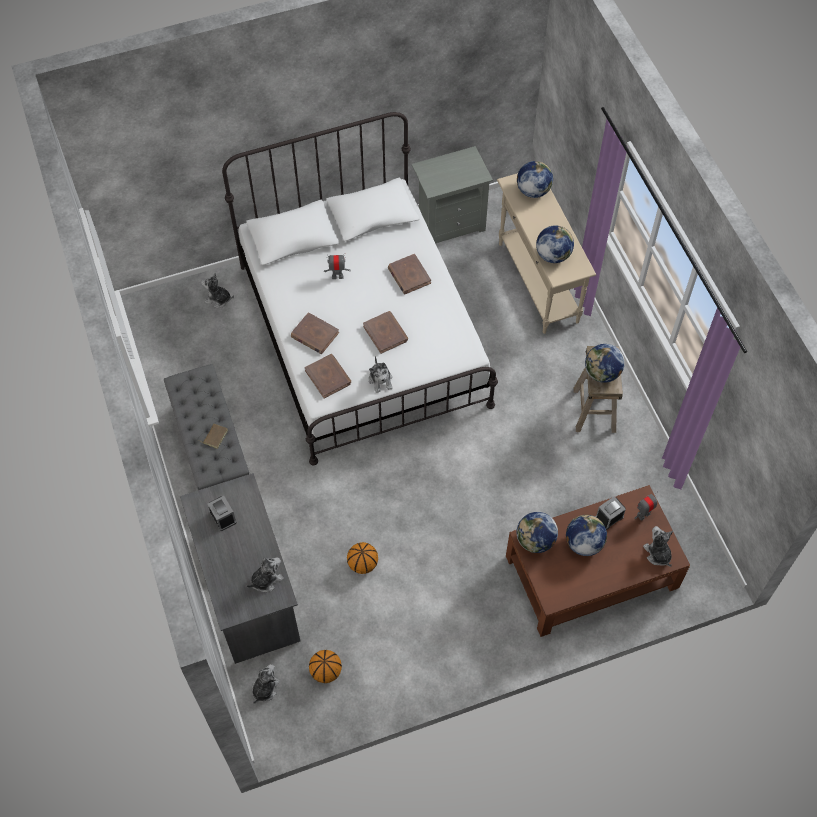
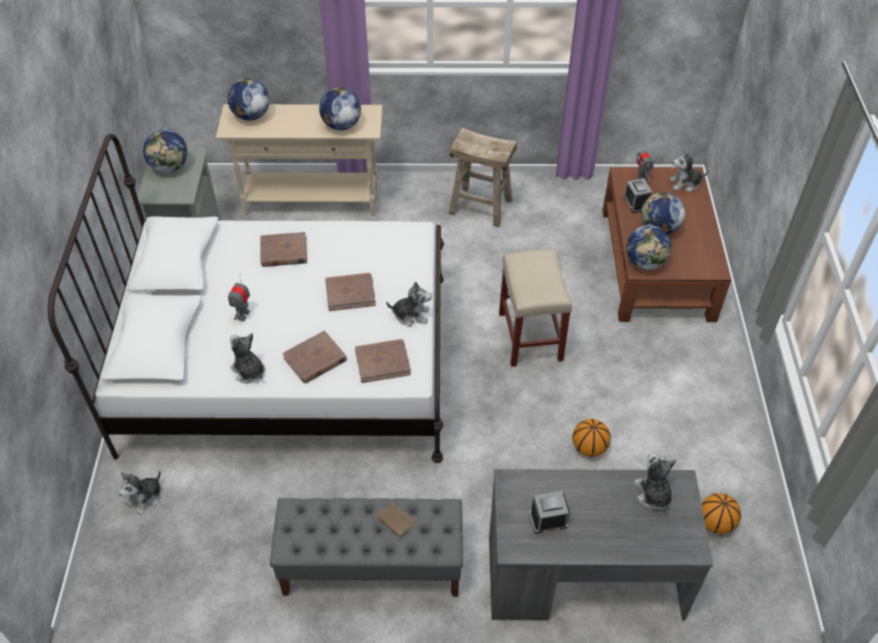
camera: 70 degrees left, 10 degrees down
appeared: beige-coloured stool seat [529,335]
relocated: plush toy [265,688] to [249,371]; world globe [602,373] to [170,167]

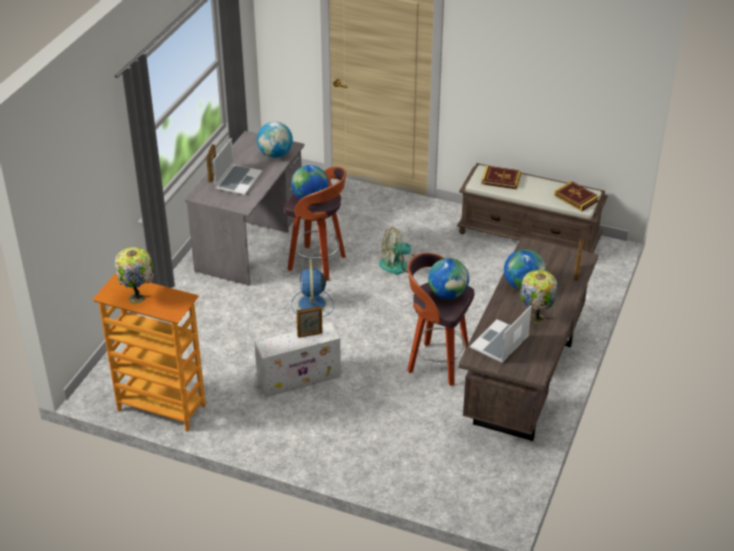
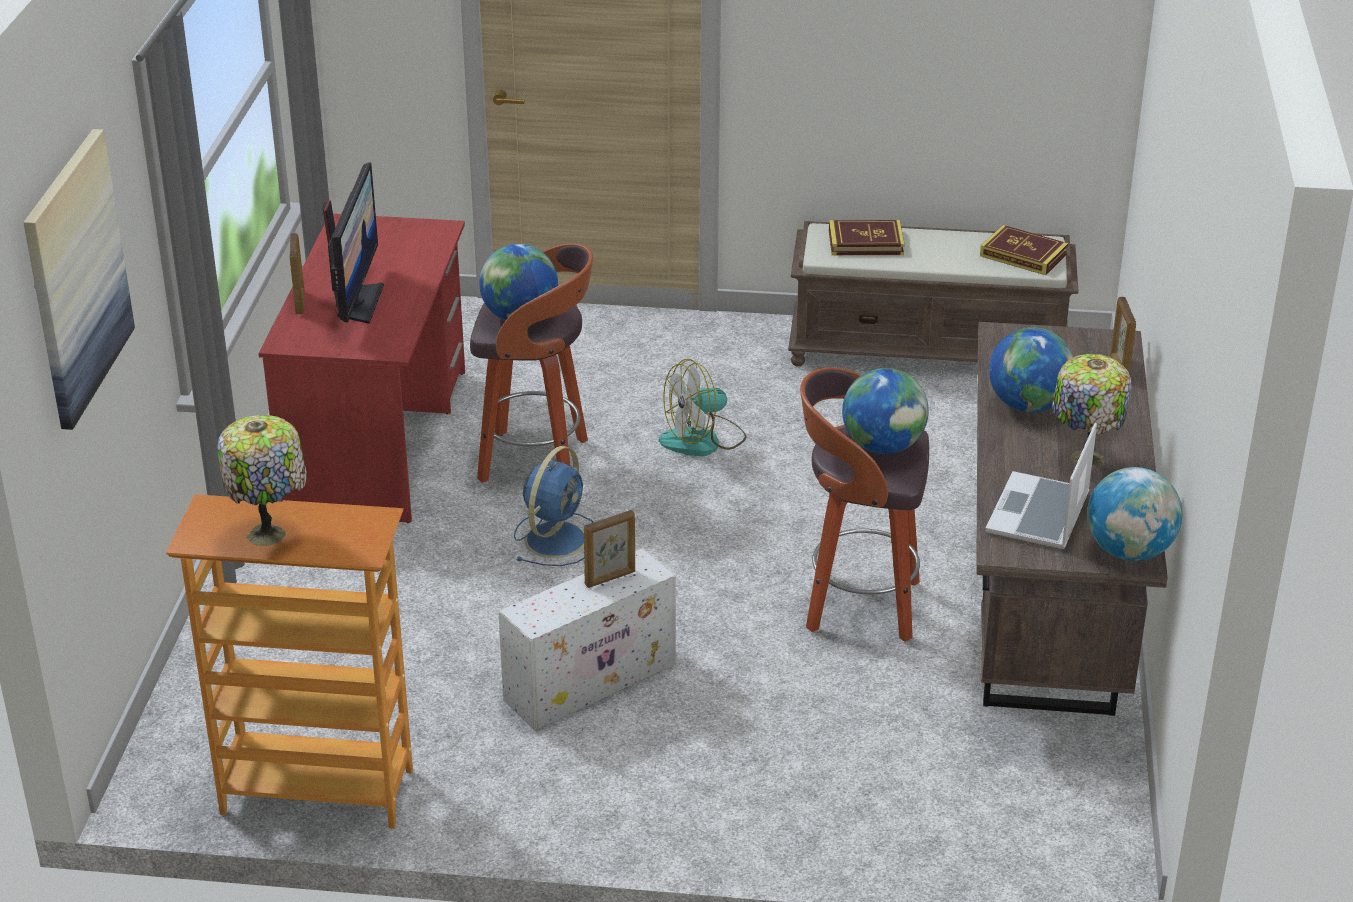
camera: 15 degrees left, 5 degrees down
appeared: wall art [75,278]
relocated: world globe [275,154] to [1129,551]
exchanged: notebook computer [238,180] to computer screen [357,303]
colour: greyish desk [250,241] to reddish desk [378,440]
spun: blue-coloured fan [312,305] = [557,538] 135 degrees counterclockwise

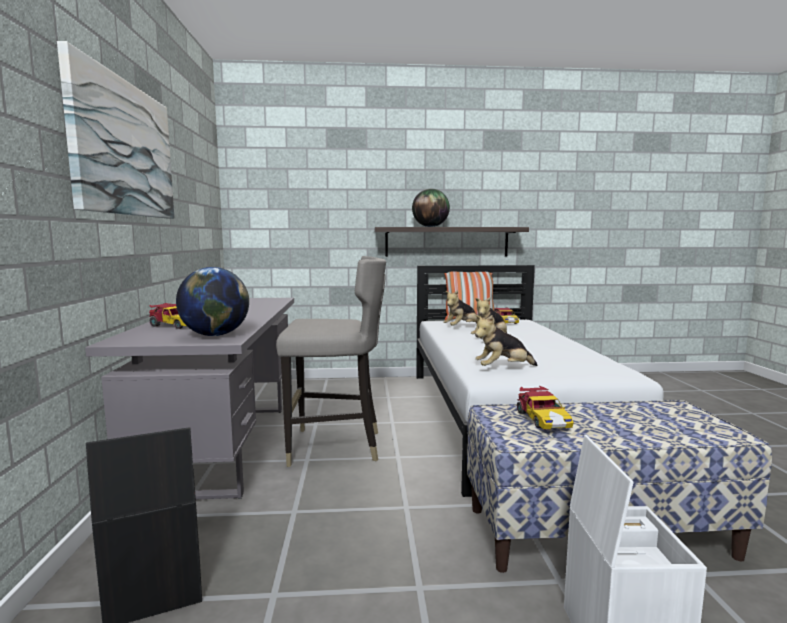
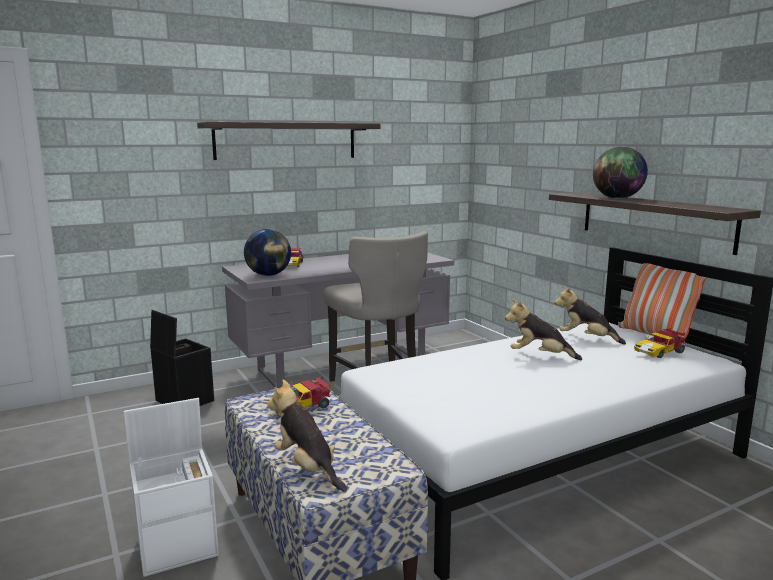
camera: 65 degrees right, 5 degrees up
relocated: plush toy [503,369] to [307,468]
exchanged: wall art [124,149] to bracket shelf [286,141]

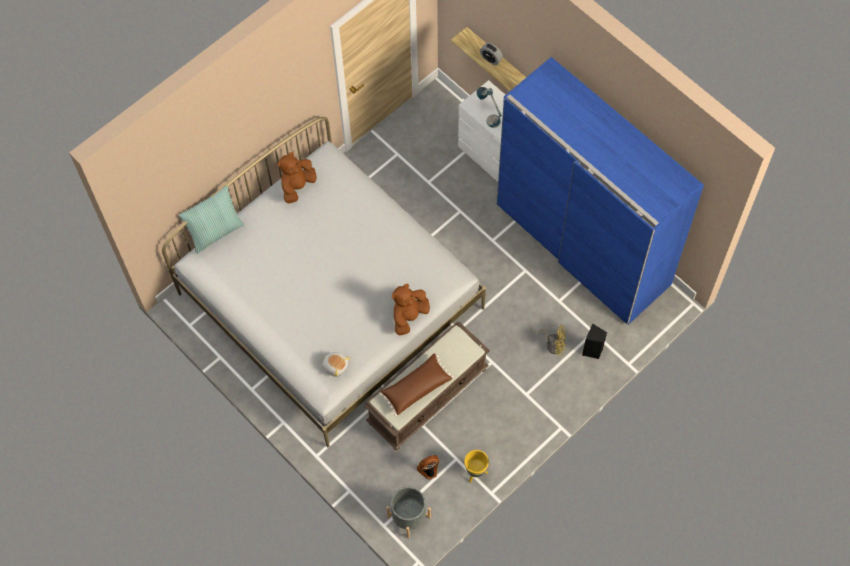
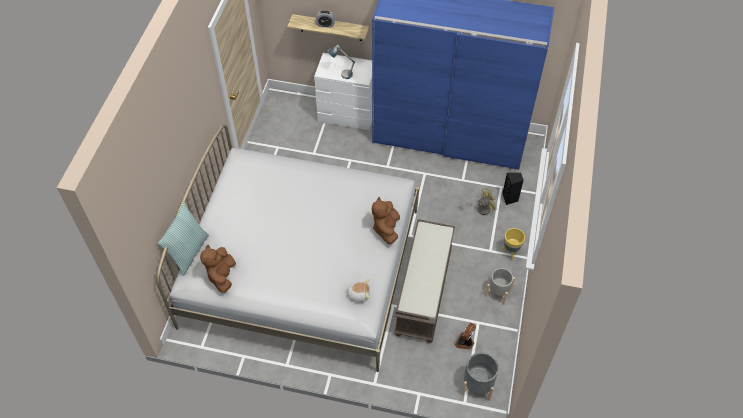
camera: 35 degrees left, 10 degrees down
missing: brownish pillow [416,387]
appeared: greyish plant pot [498,292]
relocated: brownish plush toy [297,186] to [222,276]; yellow plant pot [475,473] to [510,253]

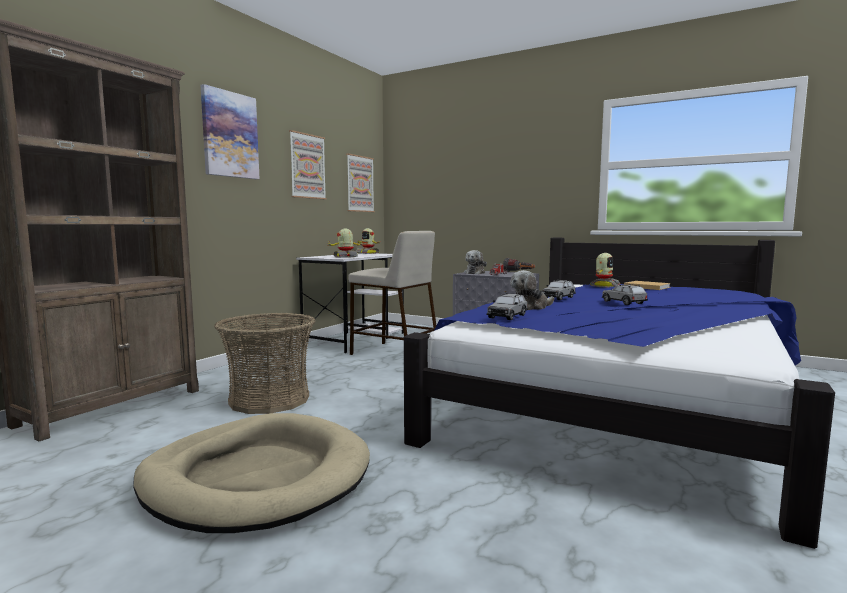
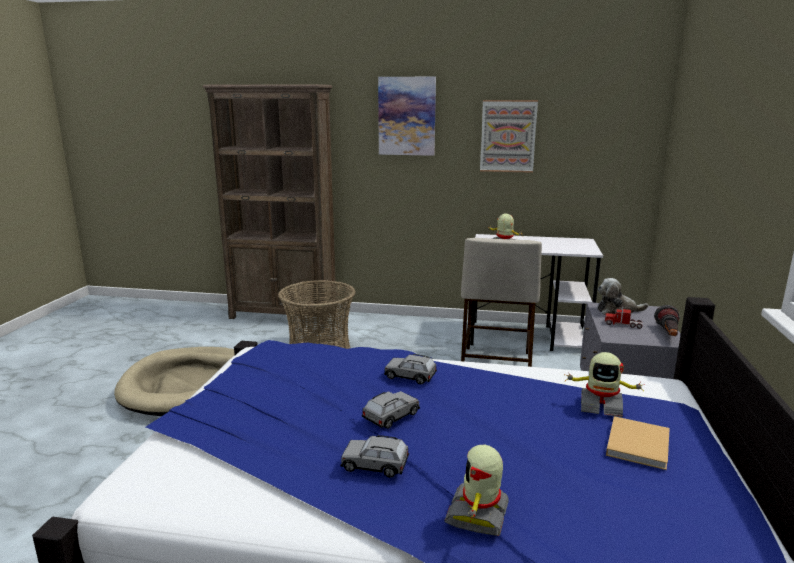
camera: 70 degrees right, 10 degrees up
missing: wall art [359,184]; plush toy [530,307]
relocated: robot figure [367,253] to [479,514]; greyish toy car [507,316] to [375,465]

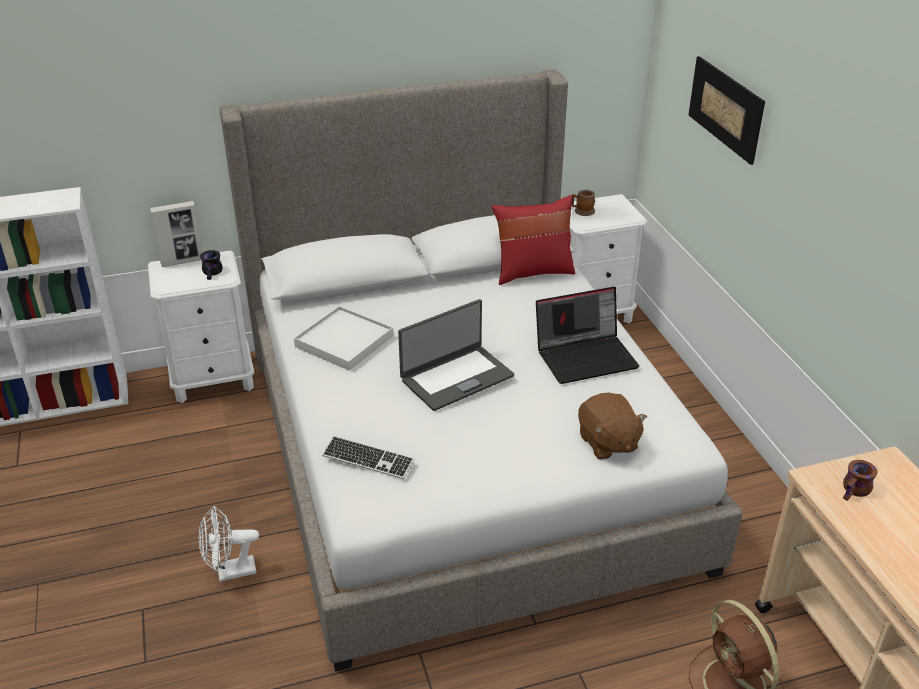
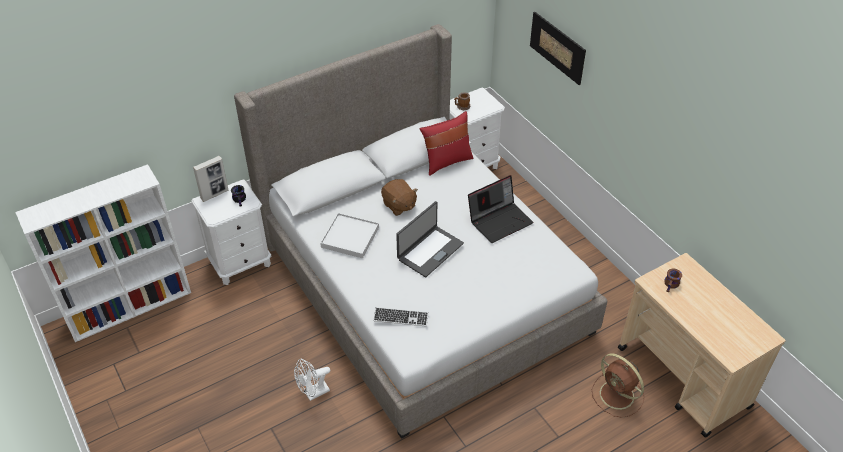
camera: 15 degrees left, 10 degrees up
relocated: brownish plush toy [607,443] to [399,205]

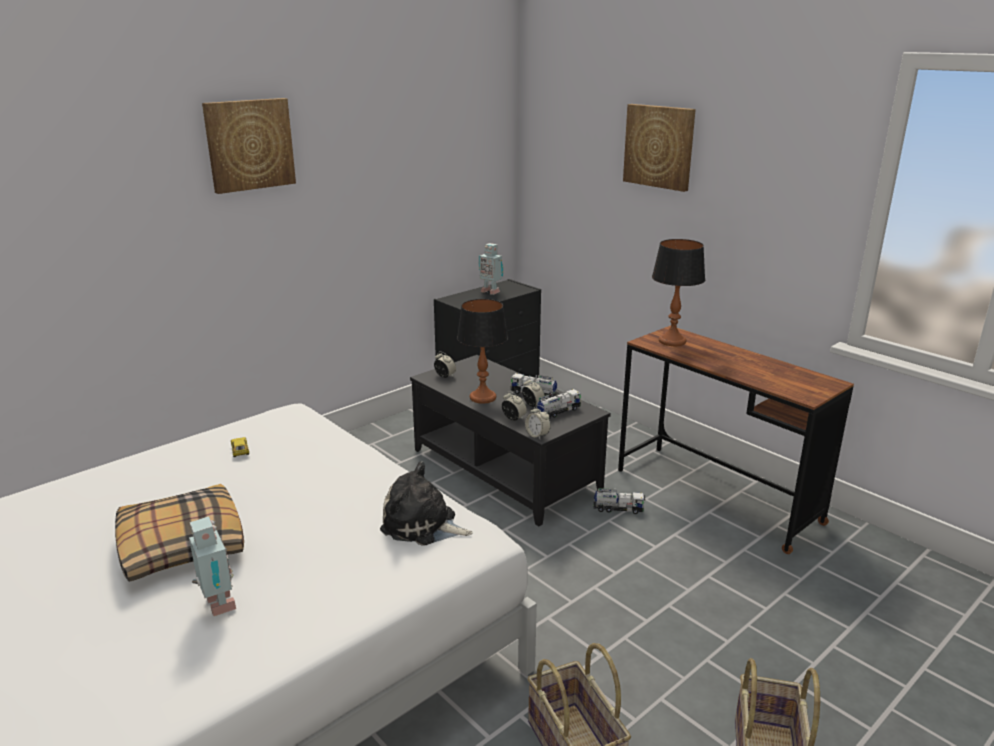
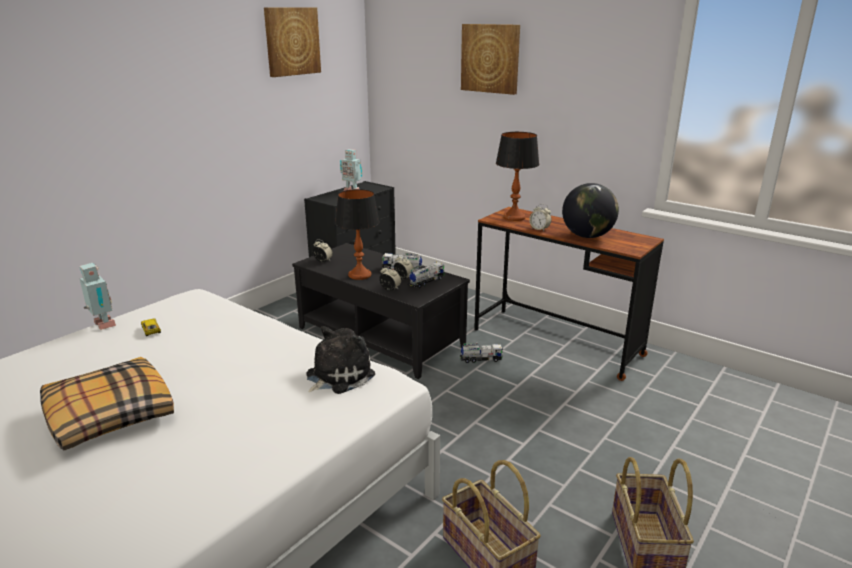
camera: 10 degrees left, 0 degrees up
appeared: world globe [587,236]
relocated: robot figure [217,606] to [102,325]; wall art [249,144] to [292,41]; table clock [537,435] to [539,229]
spun: plush toy [422,526] = [336,377] 120 degrees clockwise

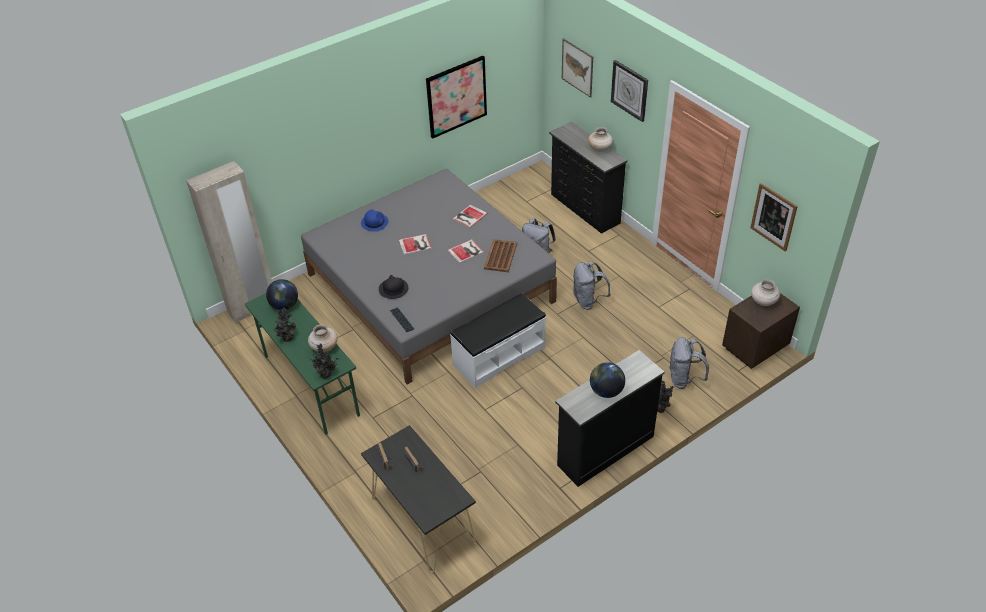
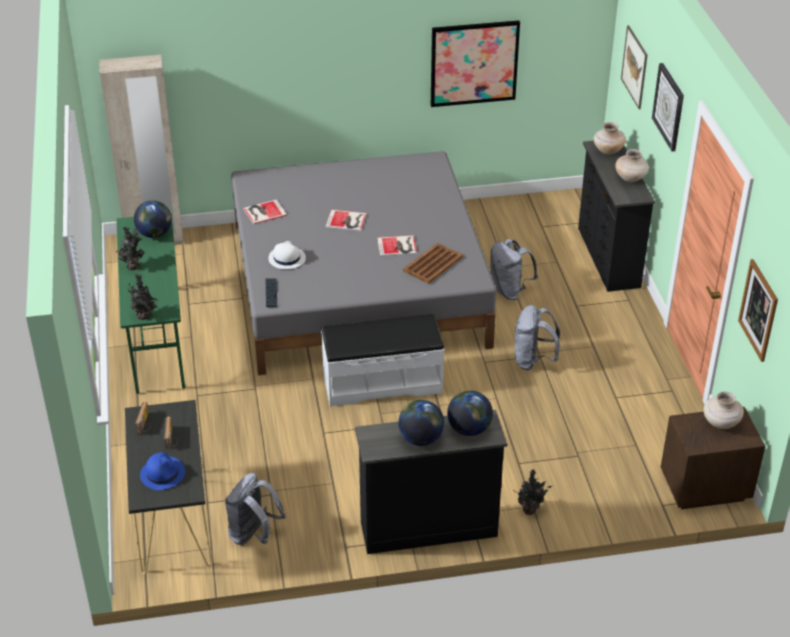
camera: 25 degrees right, 5 degrees down
appeared: world globe [469,429]
relocated: beige-coloured vase [324,347] to [608,151]; blue-coloured hat [374,222] to [162,473]; bound book [469,216] to [263,212]; greyish backpack [684,379] to [253,534]
colour: black-coloured hat [393,289] to white-coloured hat [286,258]

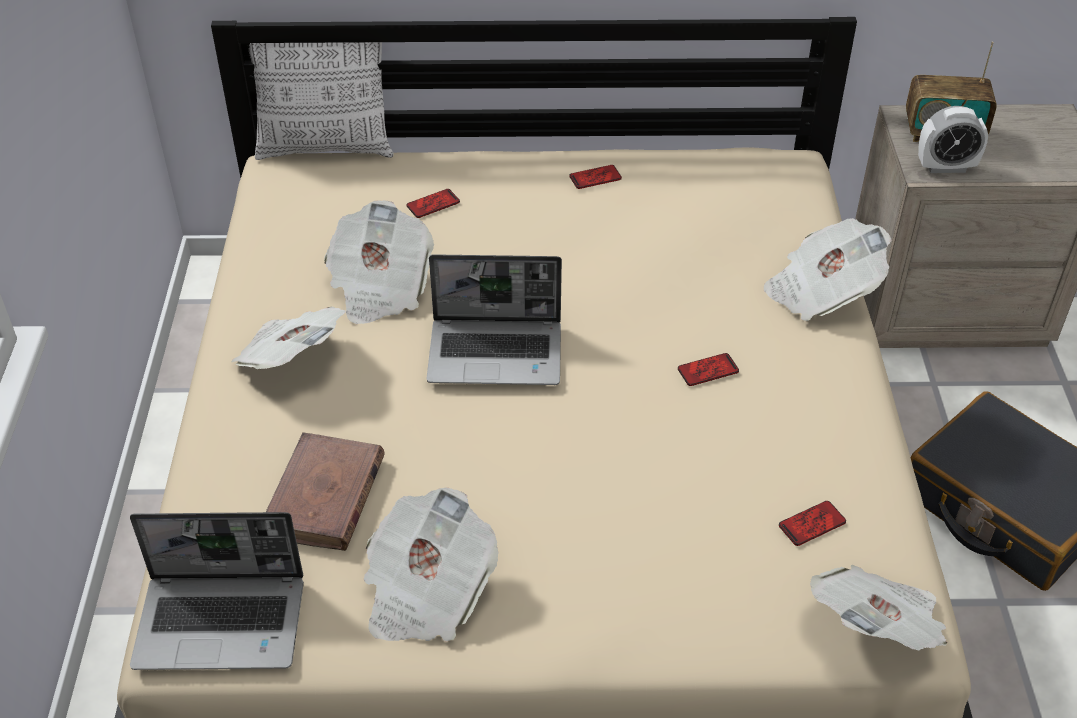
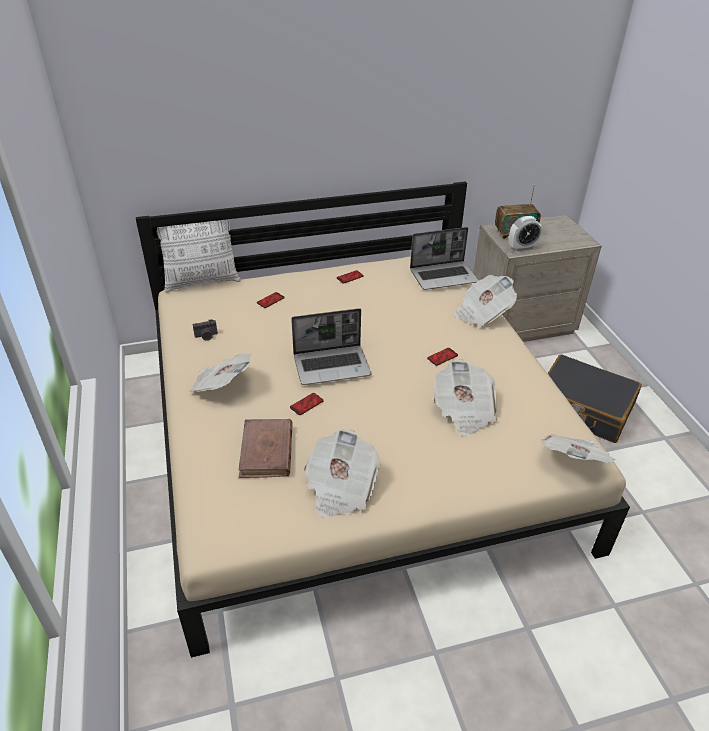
camera: 15 degrees left, 5 degrees down
appeared: photo camera [206,336]
relocated: notebook computer [223,622] to [444,276]; daily paper [380,287] to [463,411]; handset [812,524] to [306,404]

